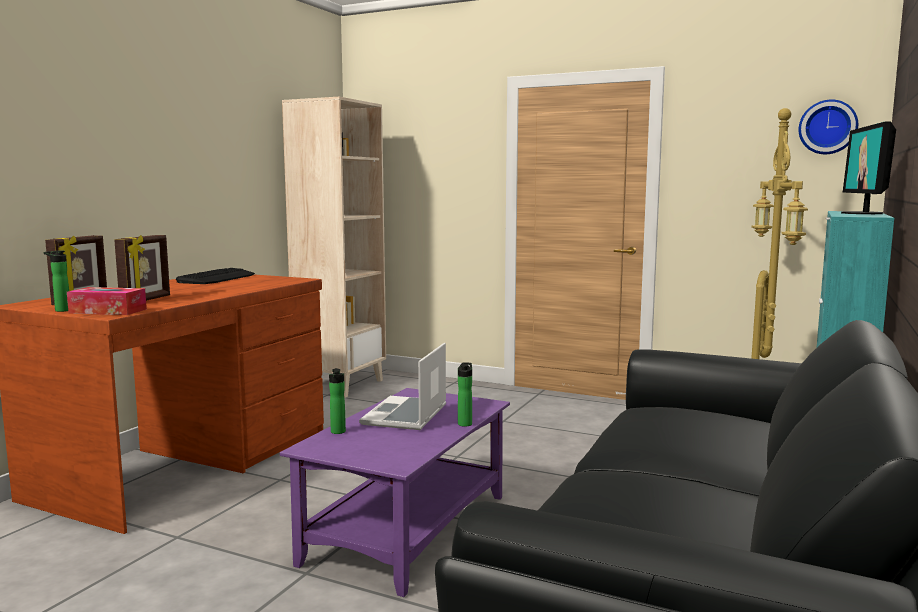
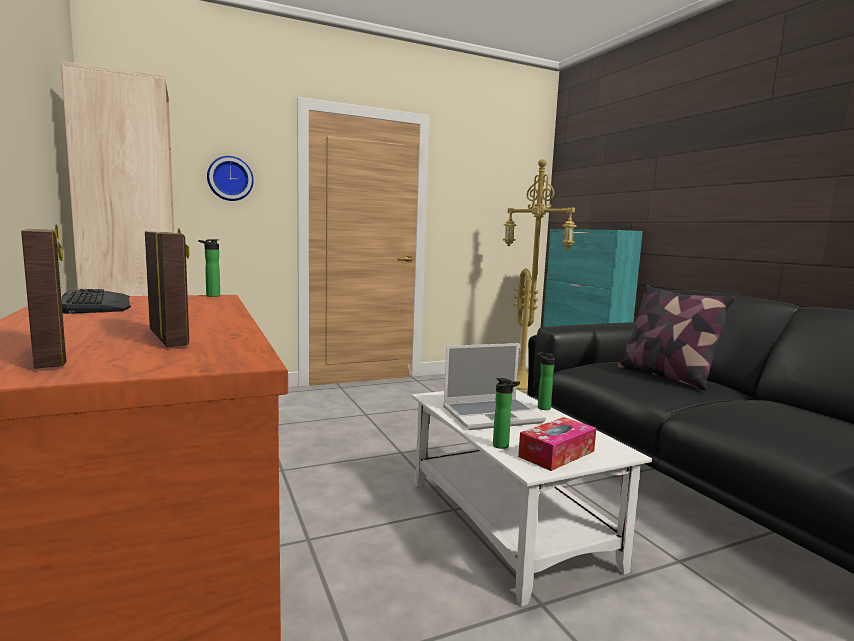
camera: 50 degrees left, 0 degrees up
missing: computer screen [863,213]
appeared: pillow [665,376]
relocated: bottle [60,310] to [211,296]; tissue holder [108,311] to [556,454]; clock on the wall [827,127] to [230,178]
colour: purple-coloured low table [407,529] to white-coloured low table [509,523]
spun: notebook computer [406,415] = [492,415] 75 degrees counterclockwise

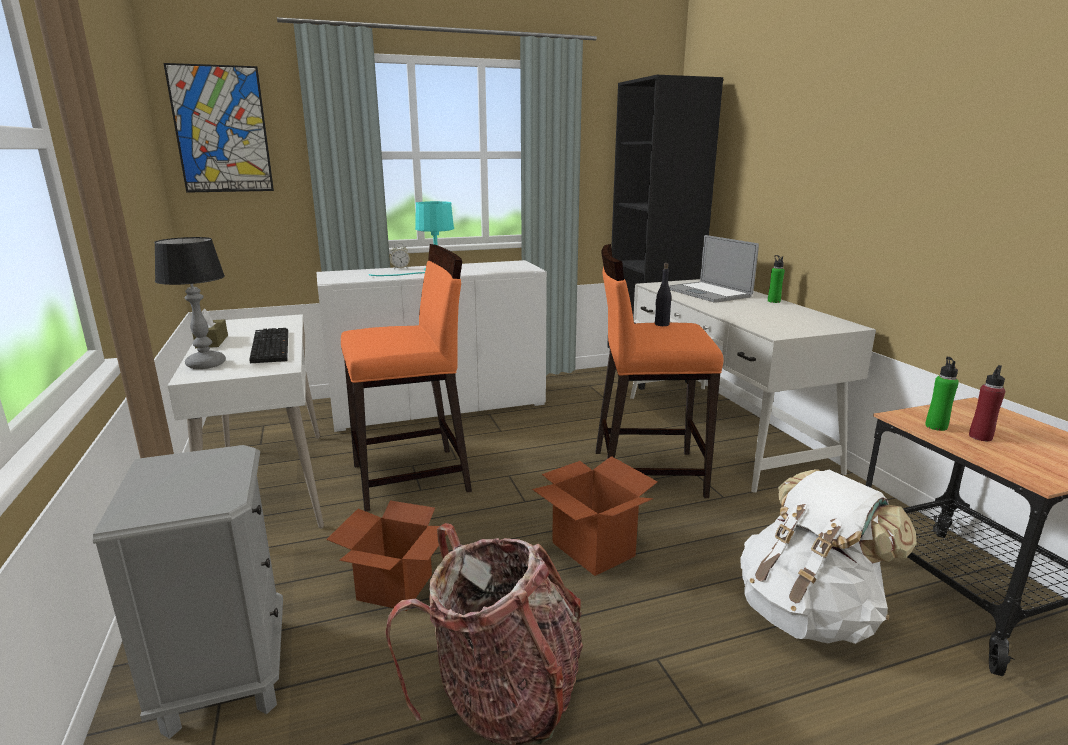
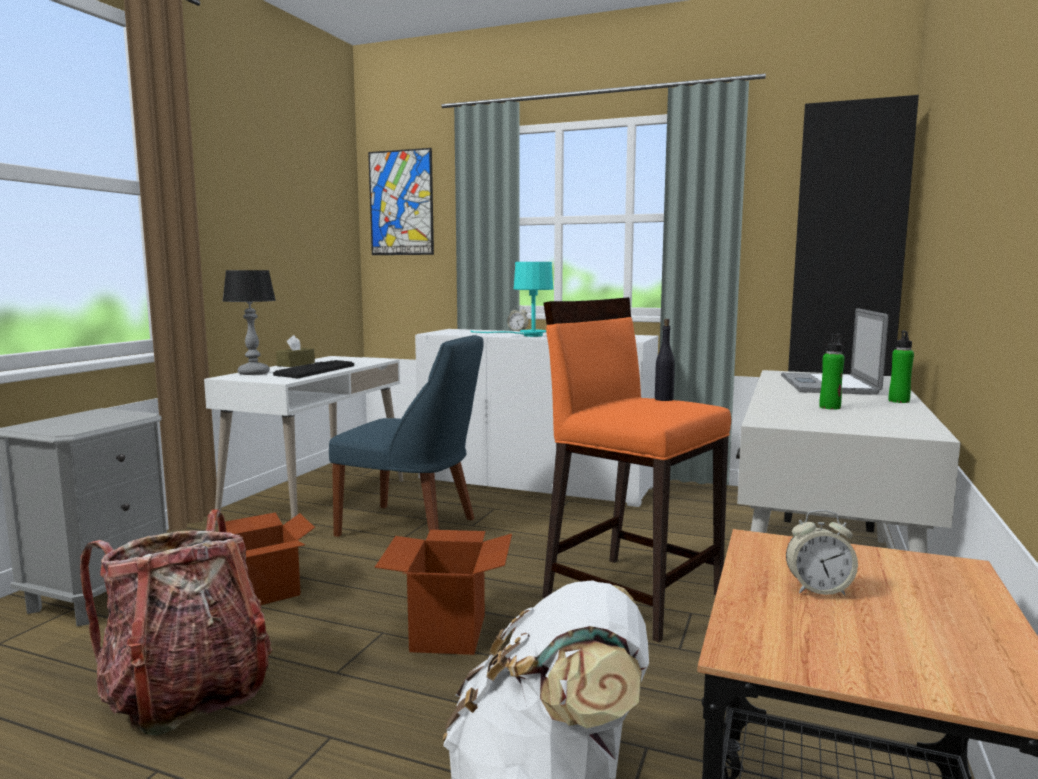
camera: 40 degrees right, 10 degrees down
relocated: greenish bottle [936,426] to [830,407]
exchanged: orange-coloured stool seat [412,478] to blue-coloured upright chair [413,528]; reddish bottle [980,437] to table clock [818,590]

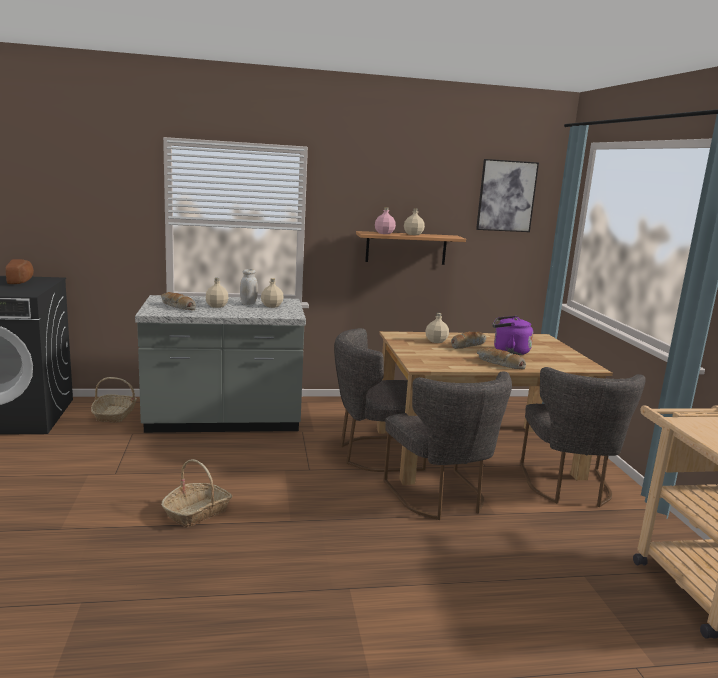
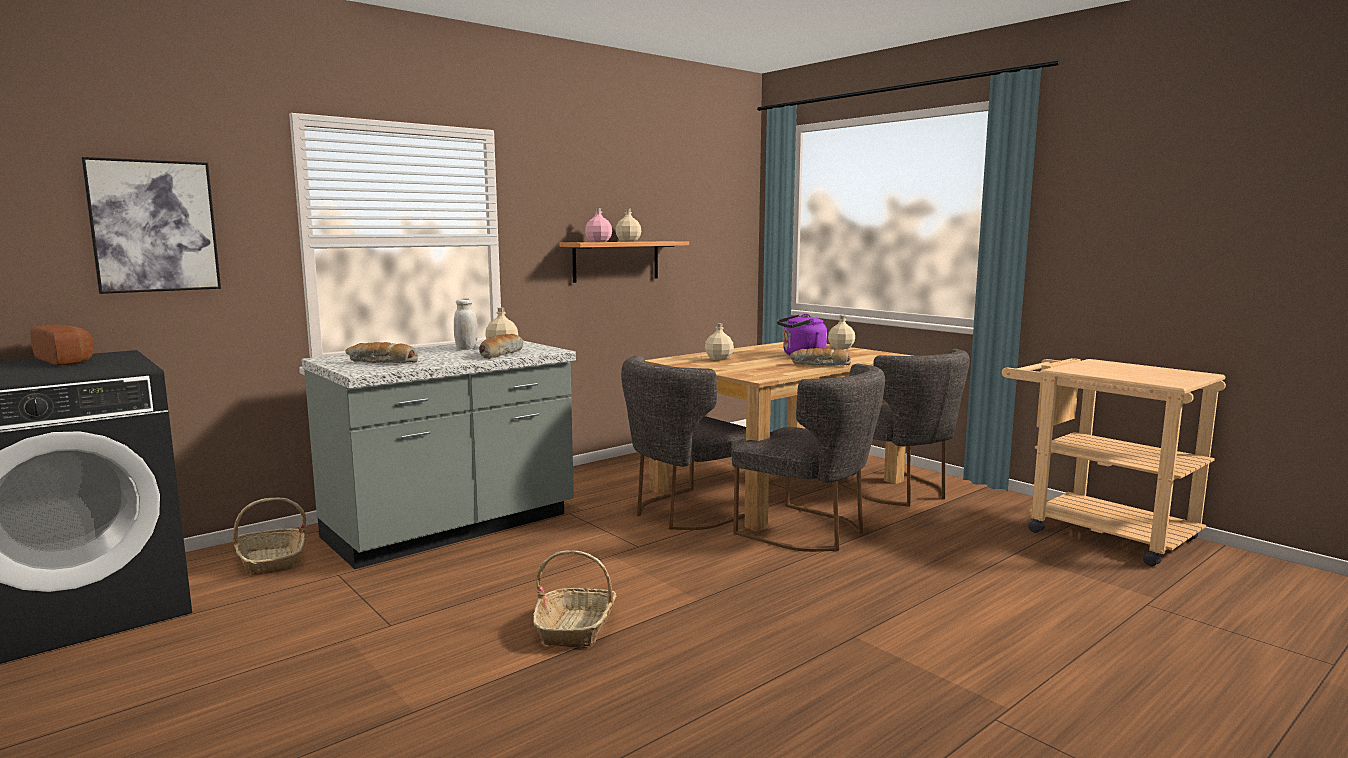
camera: 30 degrees left, 5 degrees down
relocated: beige-coloured bottle [216,306] to [841,348]; bread [467,345] to [501,354]; wall art [506,196] to [154,226]

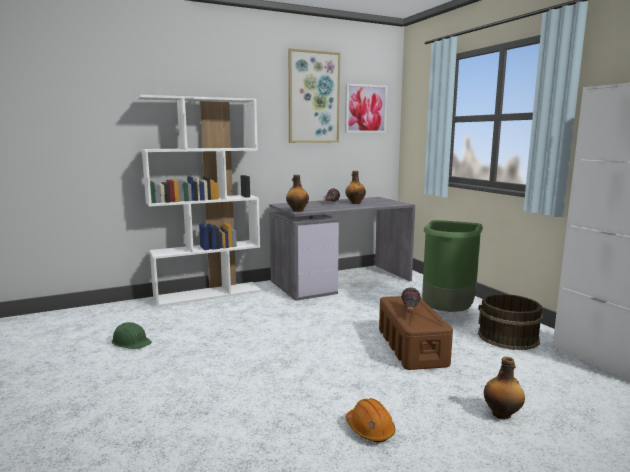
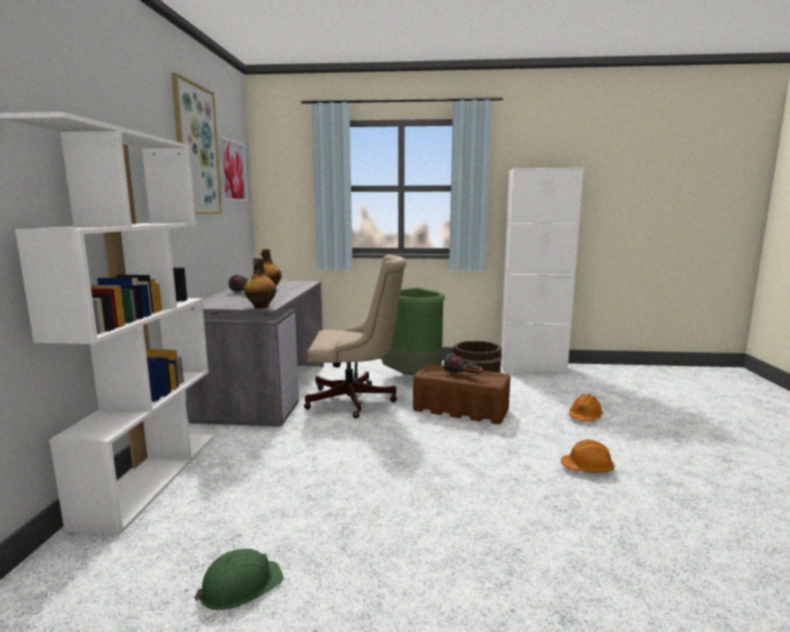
camera: 60 degrees left, 0 degrees up
appeared: beige-coloured office chair [356,400]
exchanged: bottle [502,414] to orange-coloured hard hat [585,417]

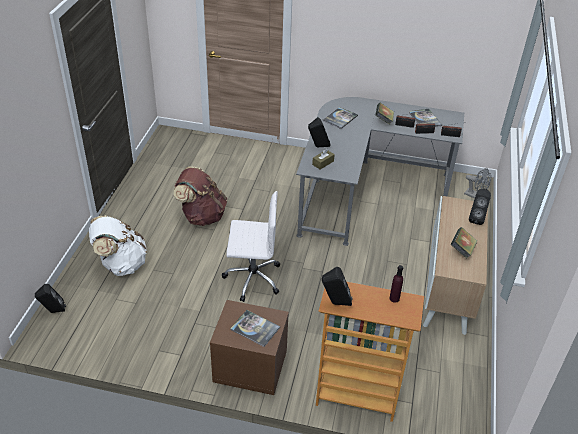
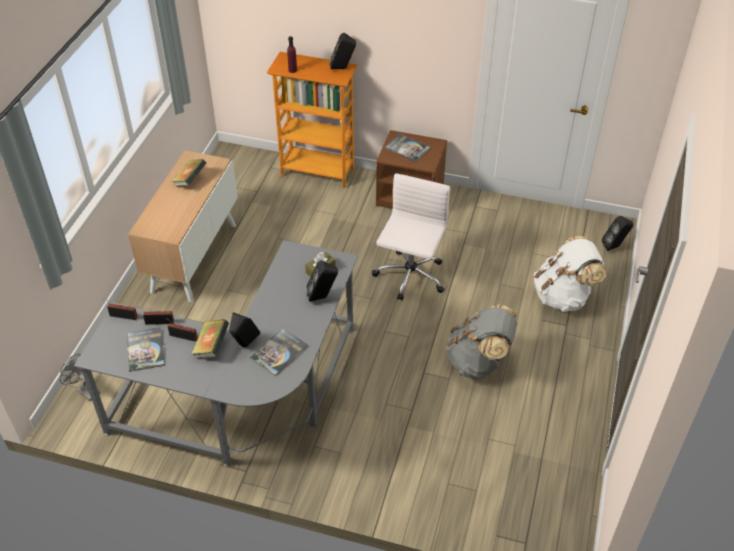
camera: 175 degrees left, 5 degrees up
relocated: black-coloured audio speaker [476,218] to [244,345]
colour: brownish backpack [202,216] to greyish backpack [479,362]
spun: white-coloured office chair [252,278] = [409,277] 105 degrees clockwise

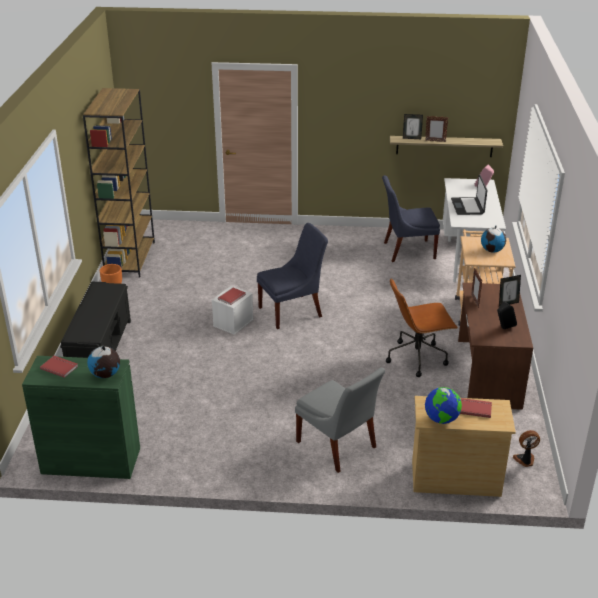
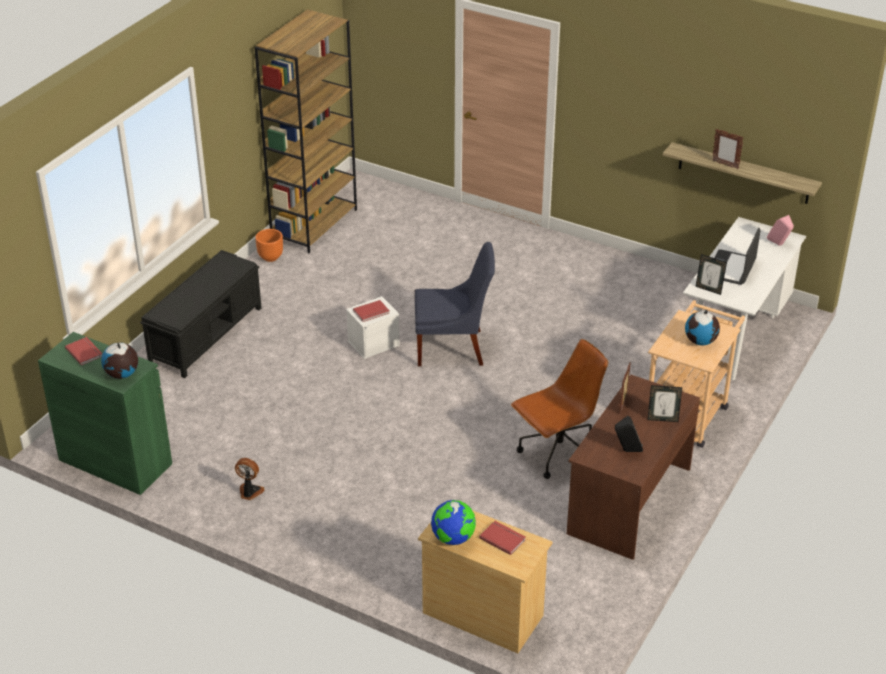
camera: 25 degrees right, 5 degrees up
missing: greyish upright chair [338,446]; blue-coloured upright chair [406,250]
relocated: picture frame [411,138] to [709,289]; fan [525,460] to [249,492]
spun: brownish office chair [417,357] = [557,453] 135 degrees clockwise

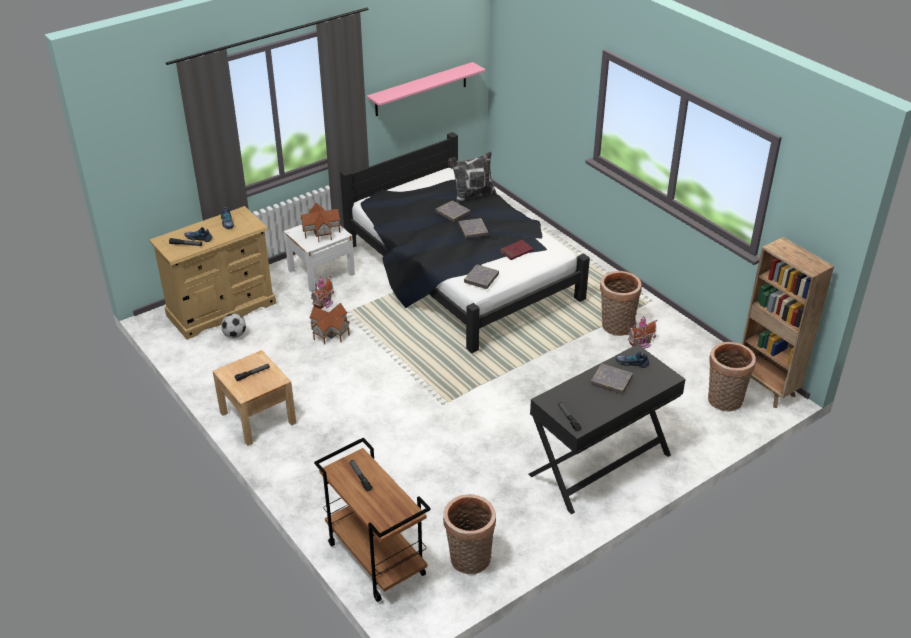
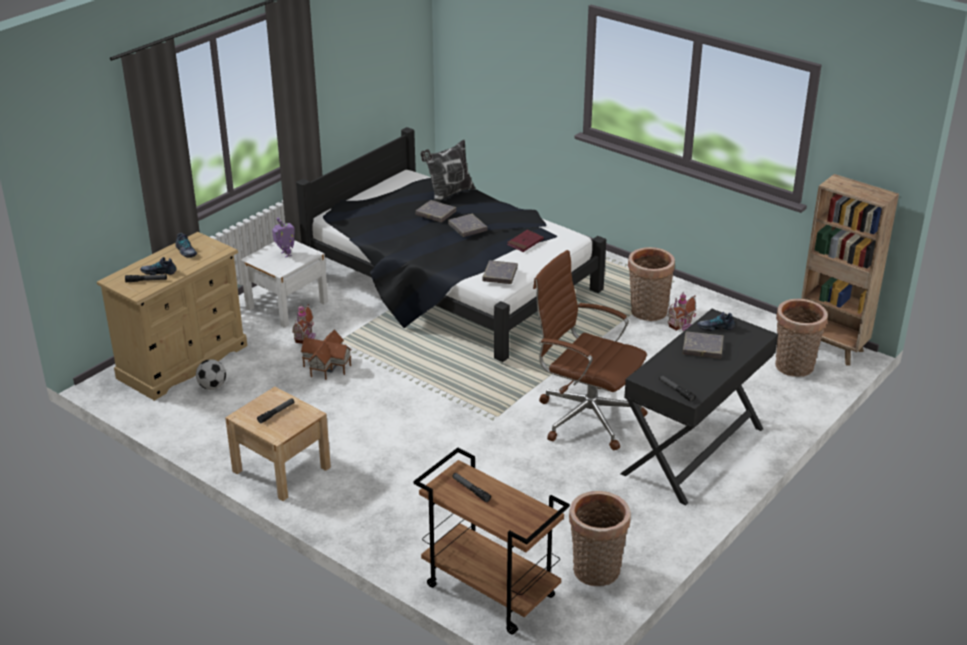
camera: 15 degrees left, 5 degrees down
missing: pink bracket shelf [421,89]
appeared: brownish office chair [586,416]
exchanged: model house [320,231] to robot figure [285,254]

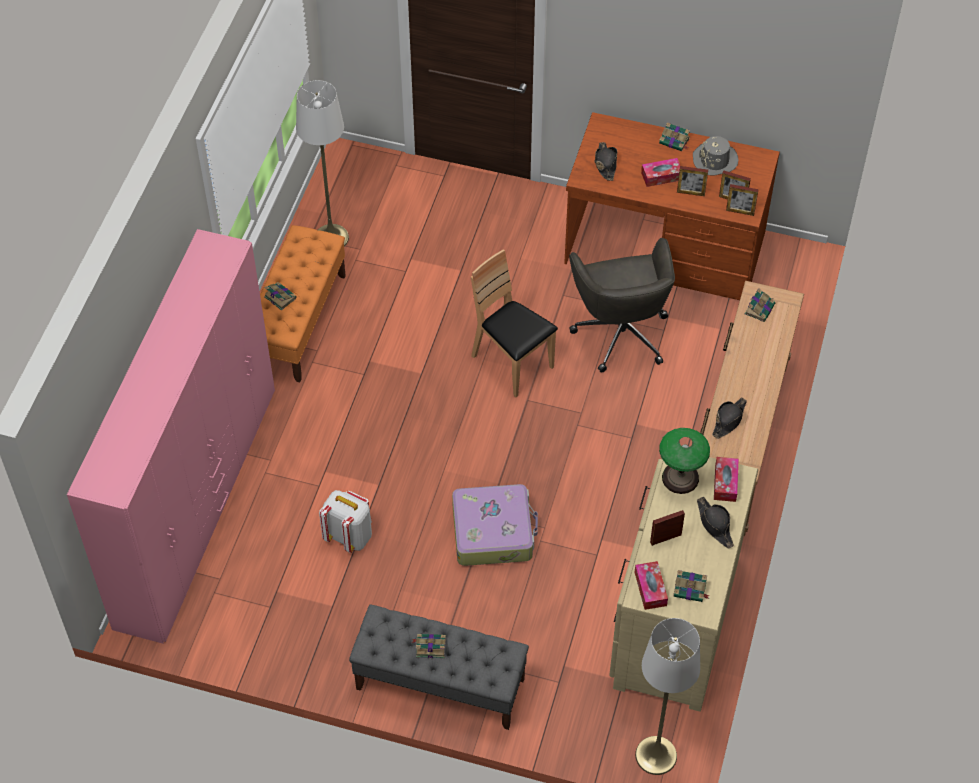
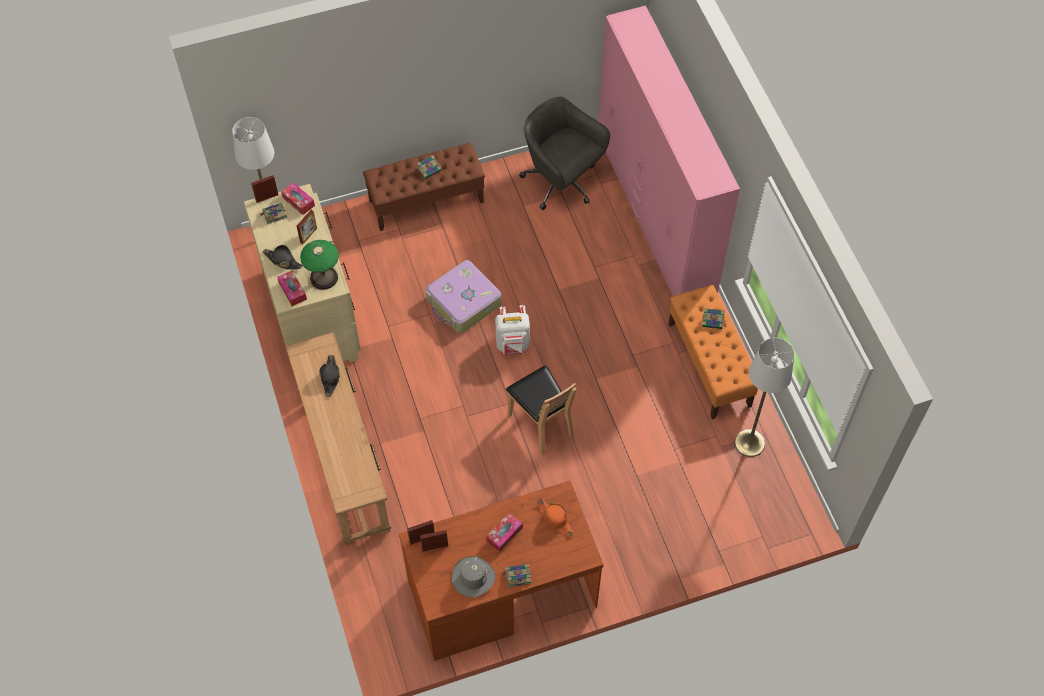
camera: 145 degrees right, 5 degrees up
missing: bound book [760,308]
relocated: white-coloured backpack [349,536] to [513,344]; greyish office chair [621,332] to [561,183]; picture frame [690,193] to [267,197]
colour: greyish bench [439,684] to brownish bench [426,201]; black-coloured hat [605,164] to orange-coloured hat [555,519]
spun: brownish upright chair [512,363] = [541,424] 45 degrees clockwise

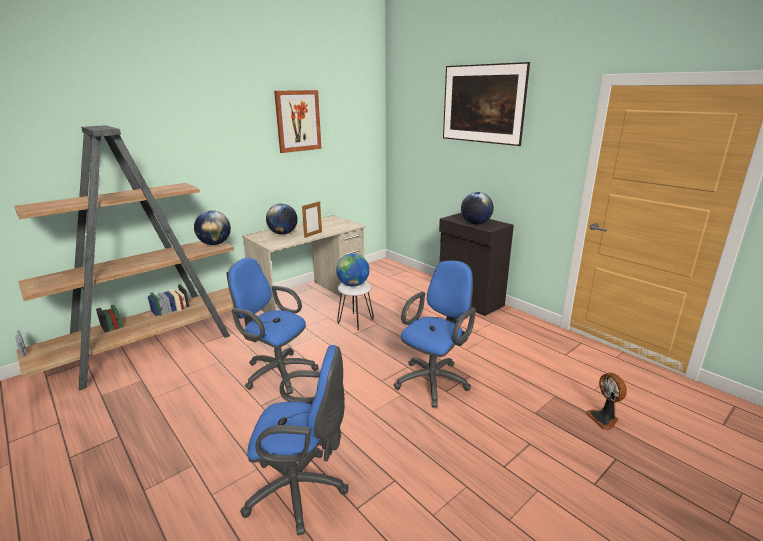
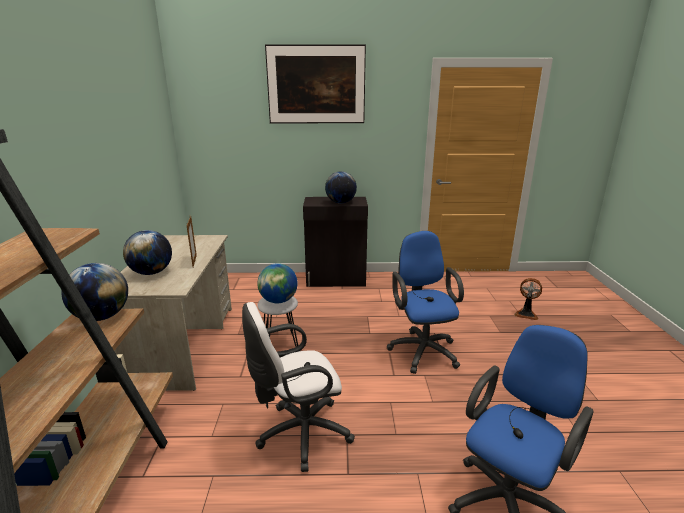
camera: 50 degrees left, 0 degrees up
missing: wall art [298,121]
colour: blue-coloured office chair [276,372] to white-coloured office chair [299,434]

